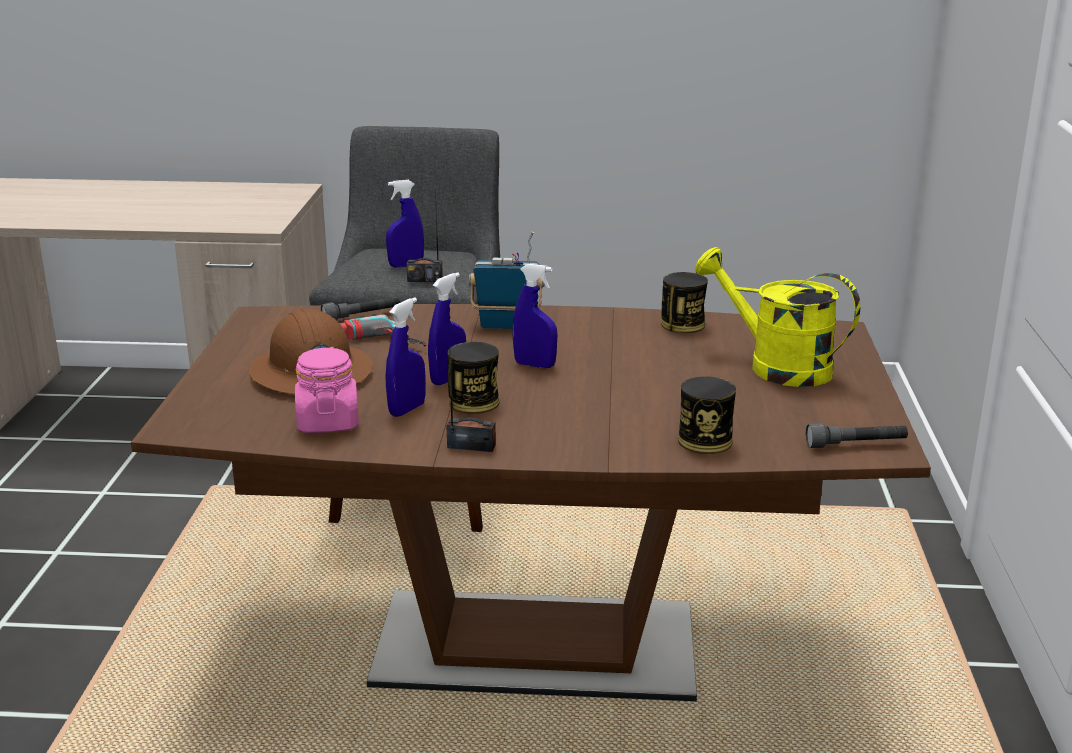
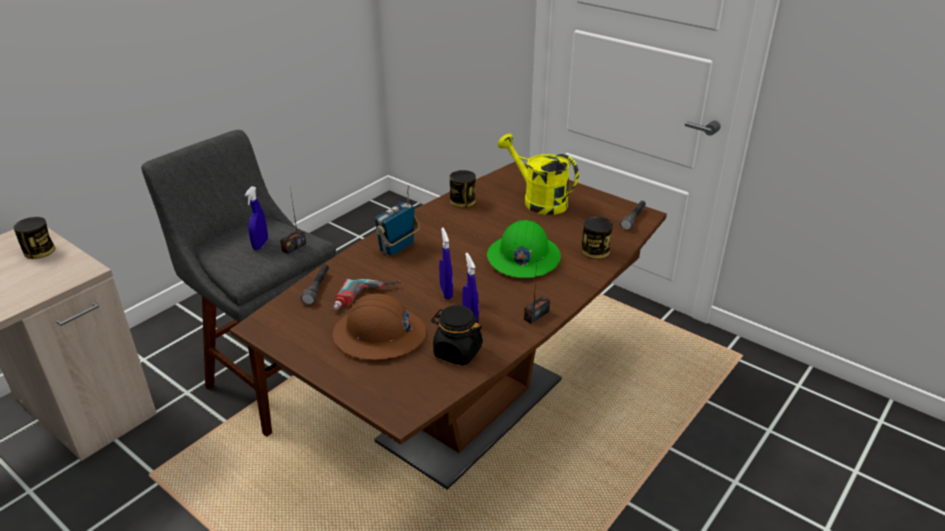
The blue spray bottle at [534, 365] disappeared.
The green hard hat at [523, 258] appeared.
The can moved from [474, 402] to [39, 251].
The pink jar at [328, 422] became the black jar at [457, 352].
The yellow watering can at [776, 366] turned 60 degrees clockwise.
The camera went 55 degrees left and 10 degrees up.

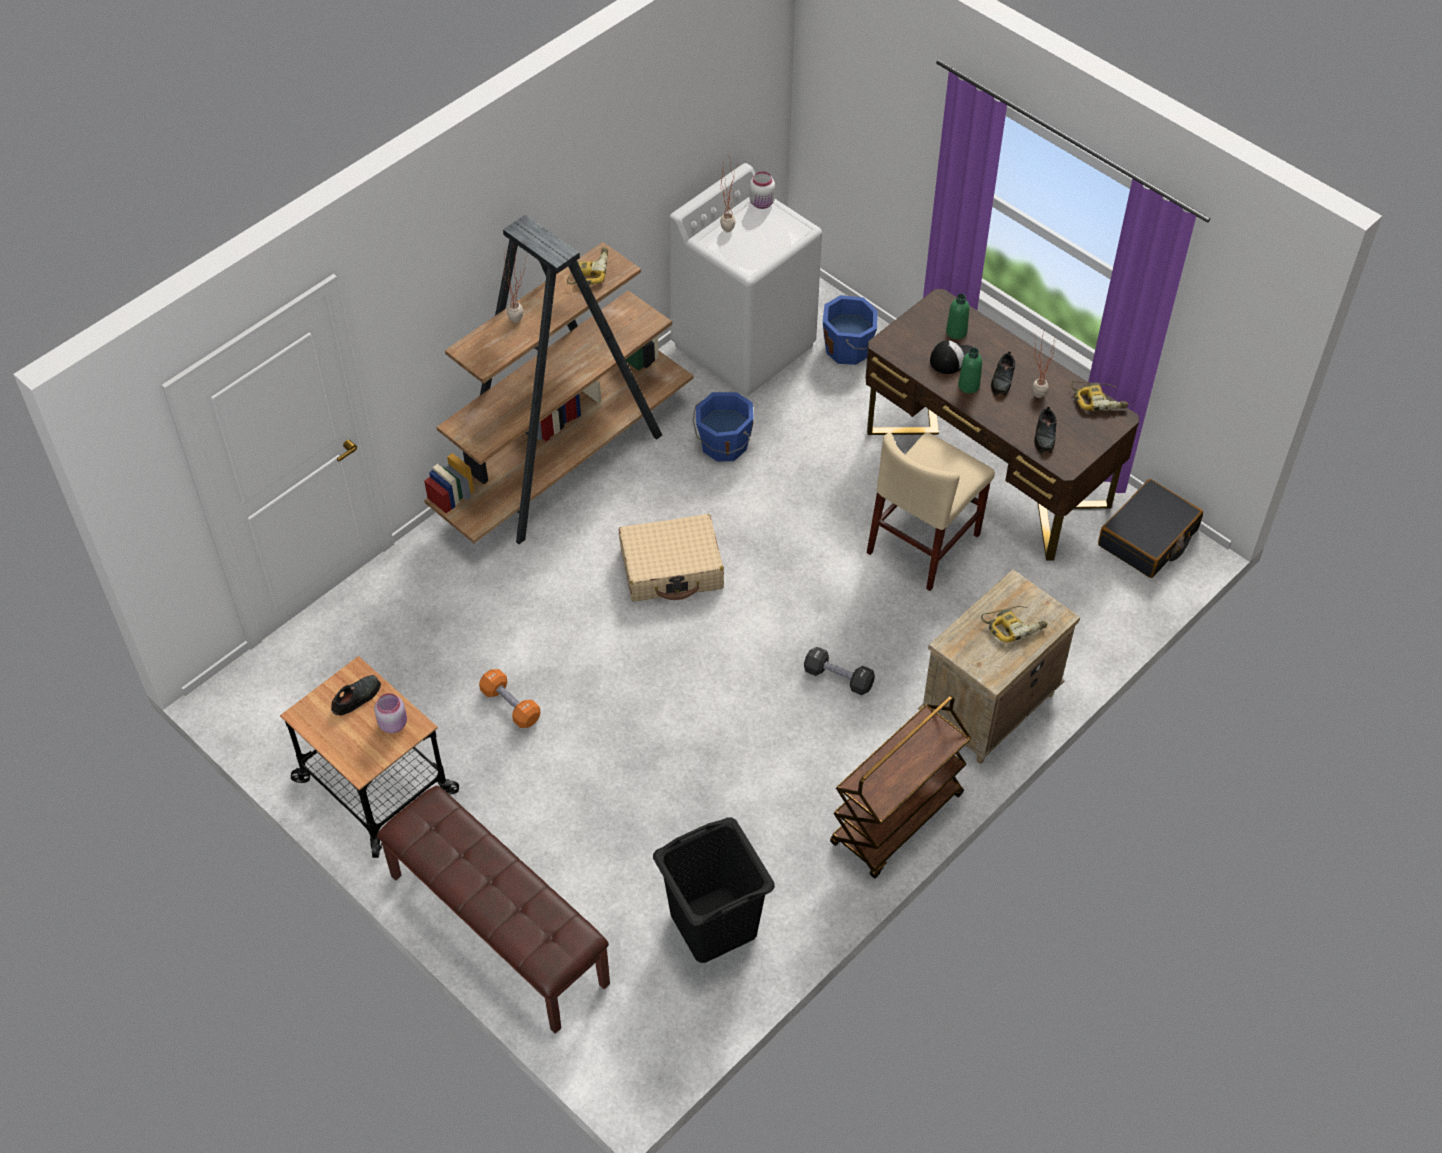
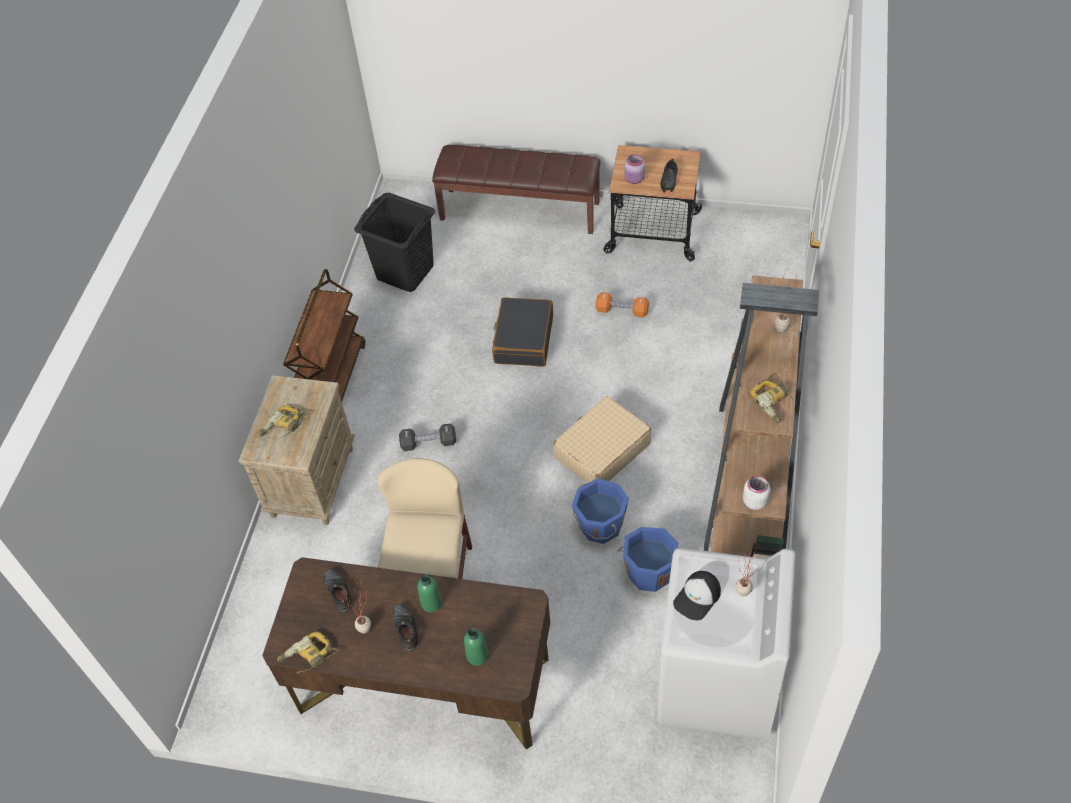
The white jar moved from [762, 203] to [754, 501].
The blue bucket moved from [849, 349] to [599, 525].
The cap moved from [954, 359] to [697, 597].
The black suitcase moved from [1148, 538] to [523, 339].
The camera went 150 degrees right and 0 degrees up.

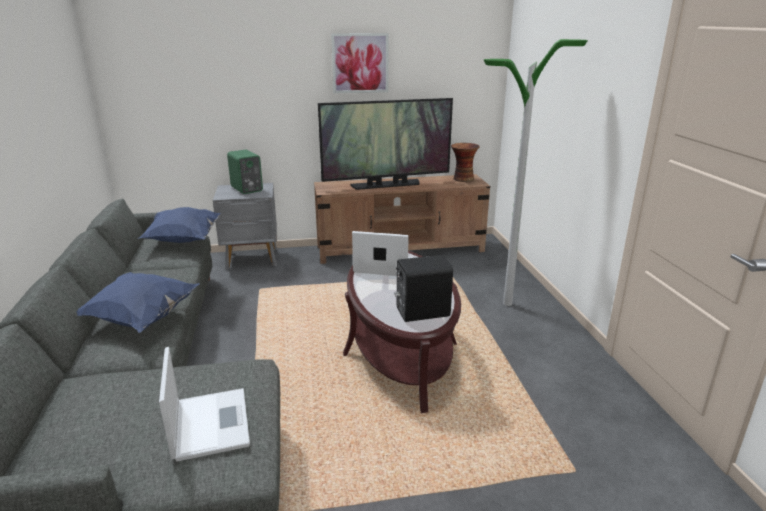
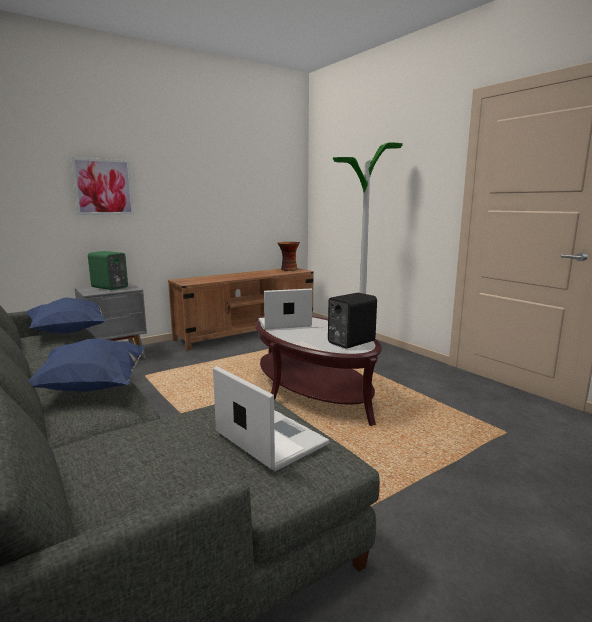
The television at [386, 185] disappeared.
The picture moved from [360, 63] to [103, 187].
The camera went 25 degrees left and 10 degrees down.

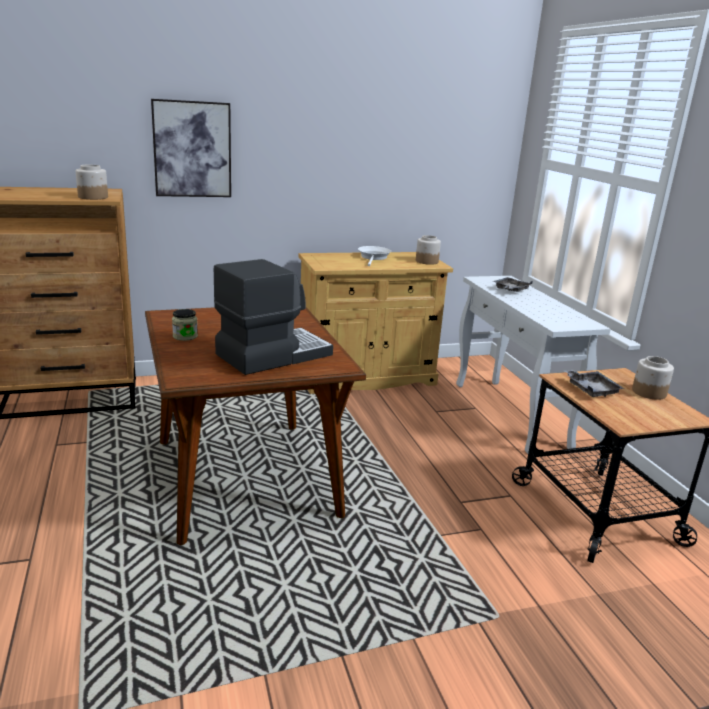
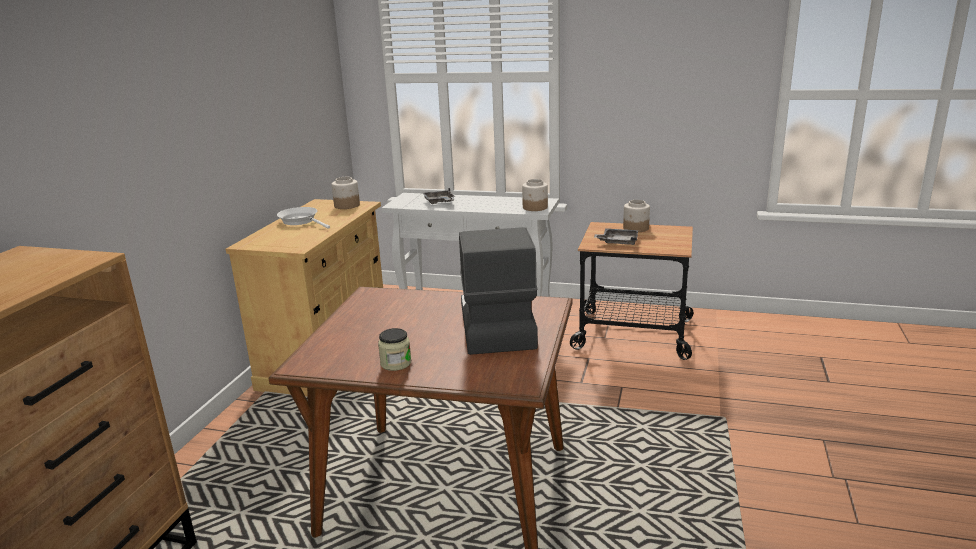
The picture at [192, 149] disappeared.
The jar moved from [92, 197] to [535, 207].
The camera went 55 degrees left and 0 degrees up.

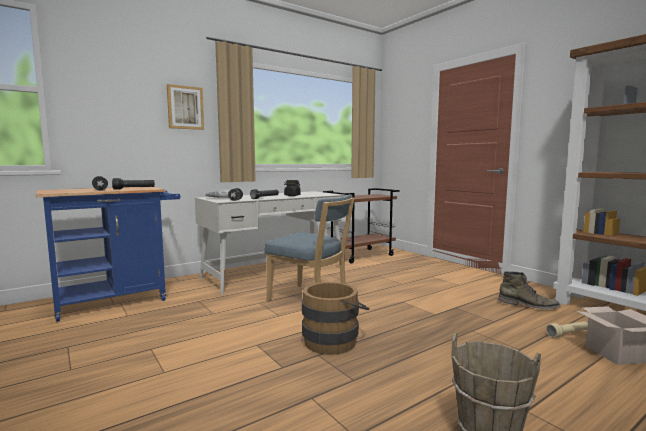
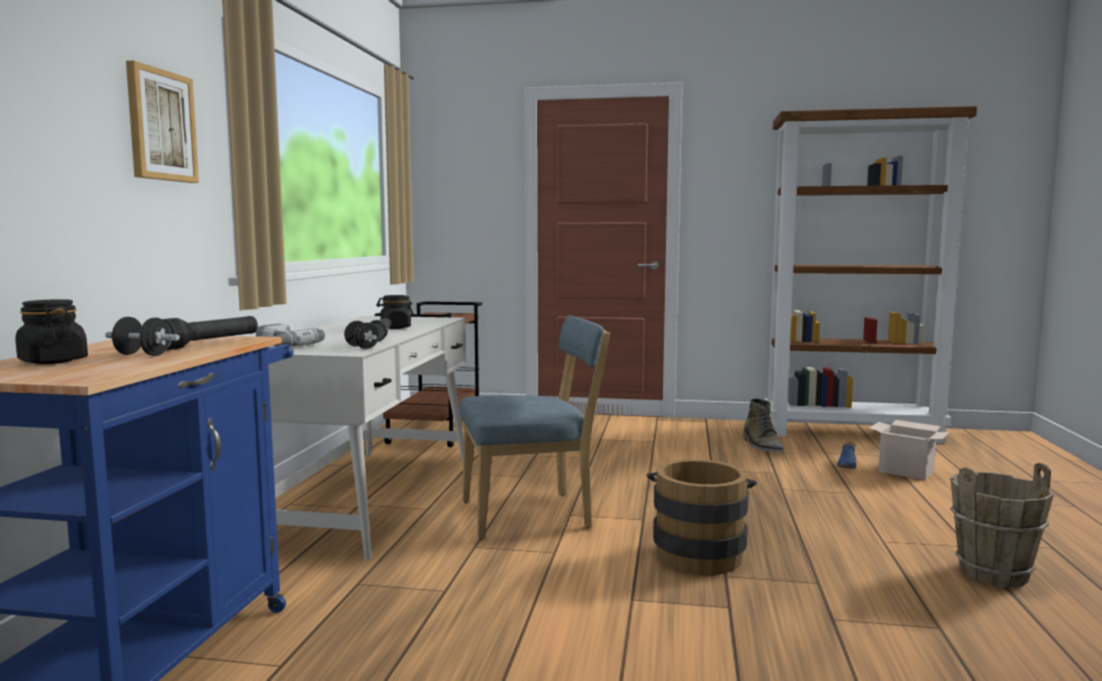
The black jar at [52, 361] appeared.
The beige flashlight at [568, 334] was replaced by the blue shoe at [847, 465].
The green boot at [528, 305] turned 105 degrees clockwise.
The camera went 45 degrees left and 0 degrees up.

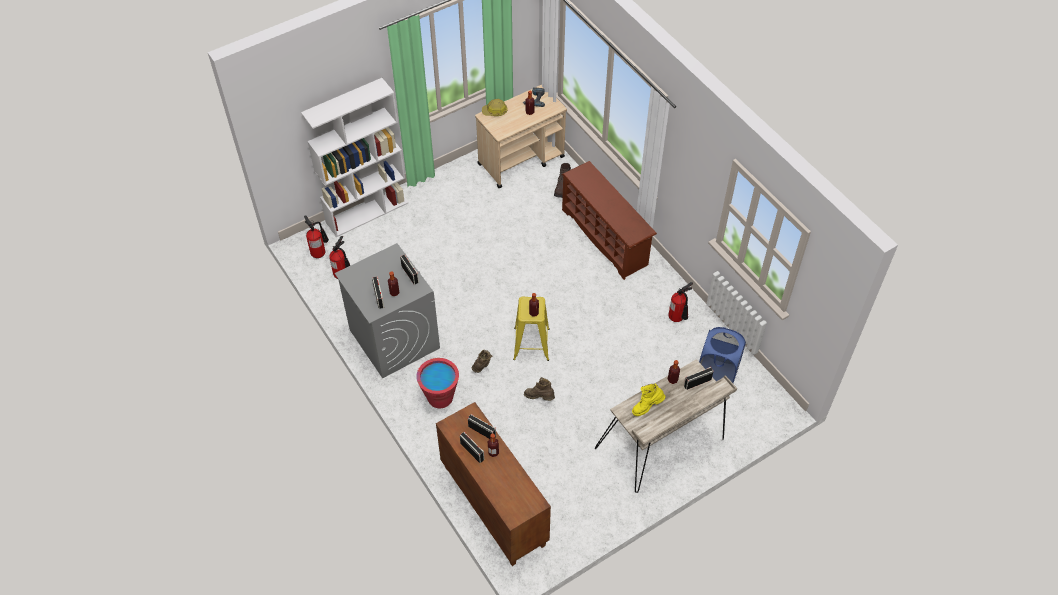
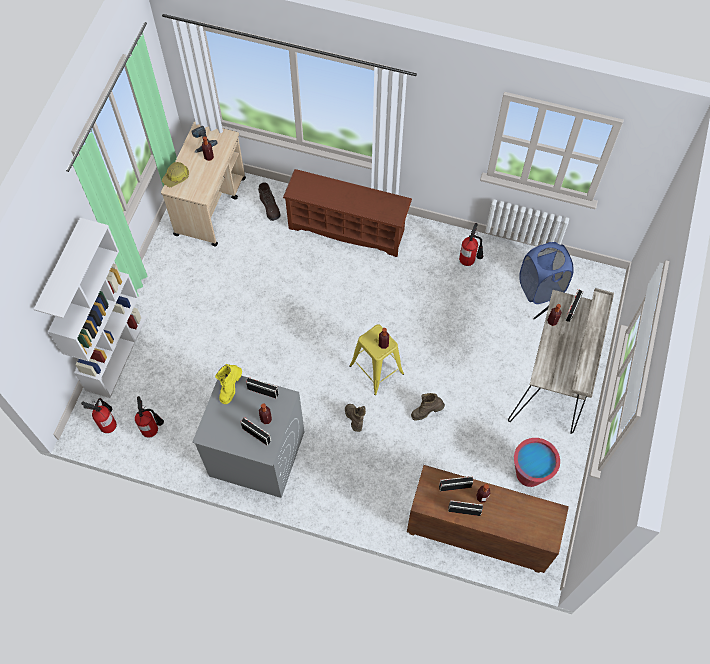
The red bucket moved from [440, 397] to [529, 474].
The yellow boot moved from [647, 407] to [230, 387].
The camera went 40 degrees left and 10 degrees up.

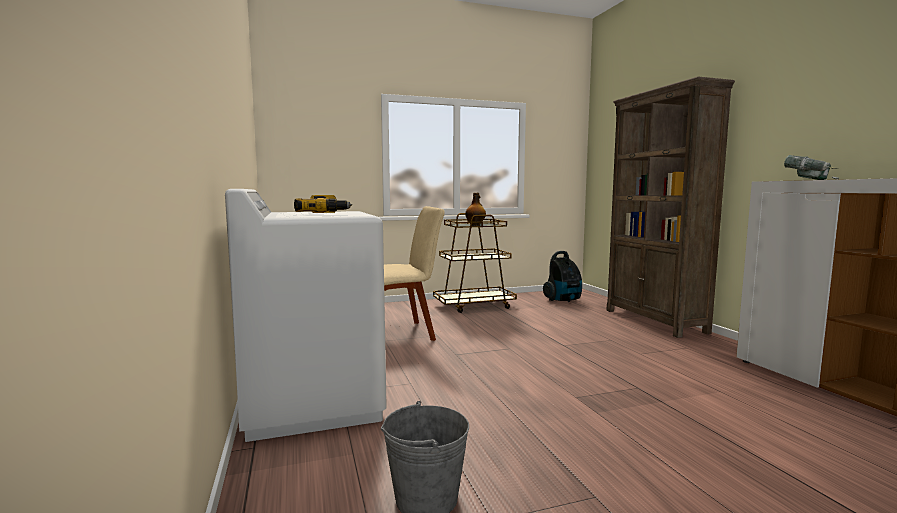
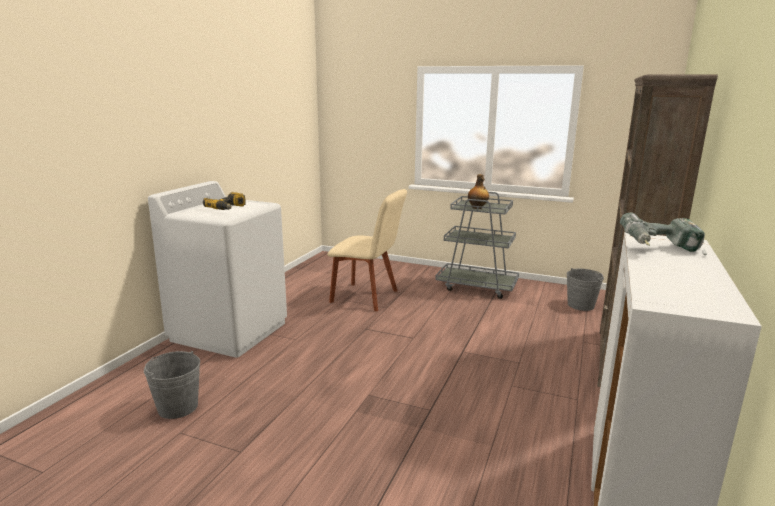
The vacuum cleaner at [563, 300] was replaced by the grey bucket at [581, 305].
The brown cart at [474, 305] became the grey cart at [477, 287].
The camera went 40 degrees right and 10 degrees up.

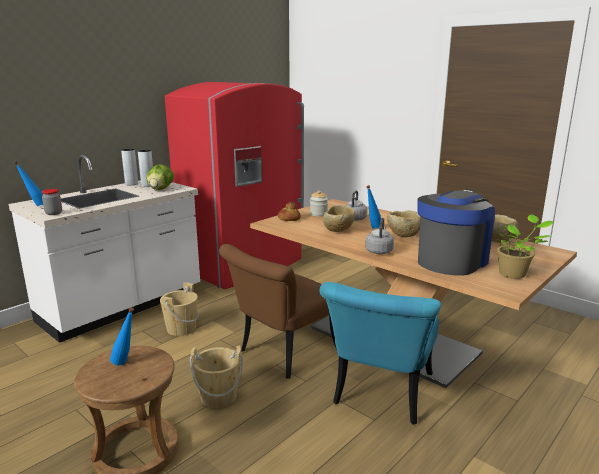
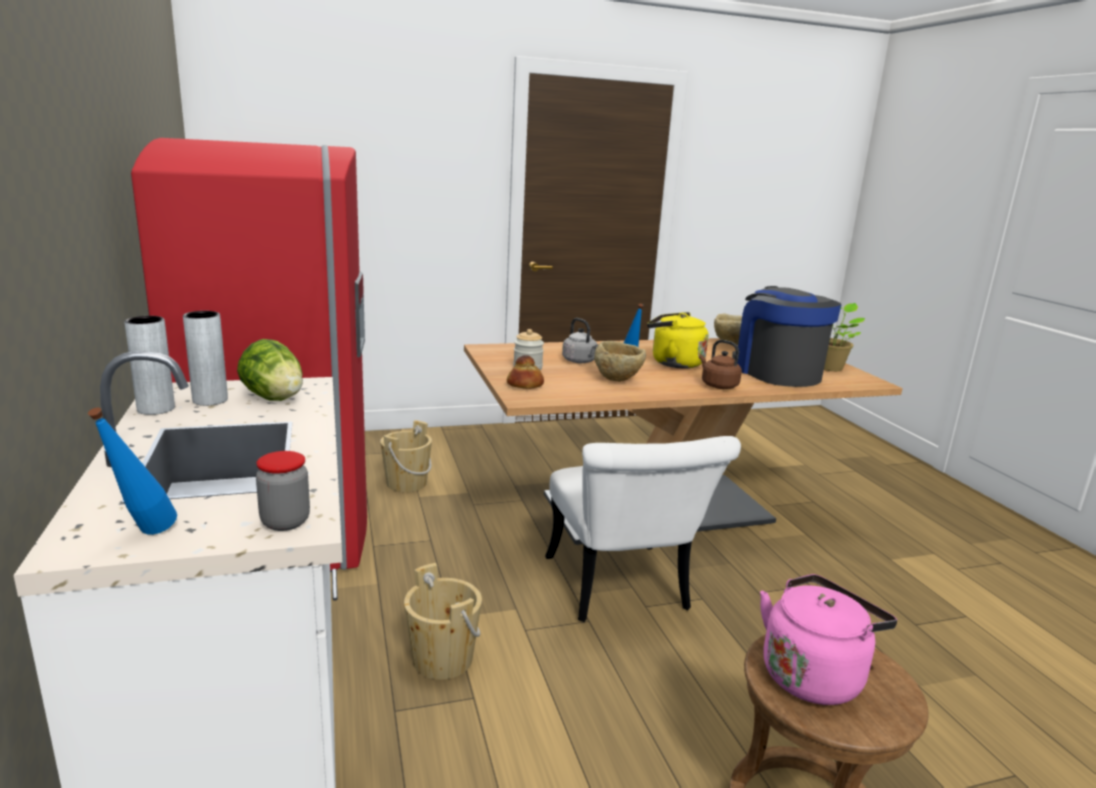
The turquoise chair at [380, 397] disappeared.
The beige bucket moved from [218, 396] to [406, 483].
The blue bottle at [126, 364] was replaced by the pink kettle at [813, 674].
The beige bowl at [403, 235] was replaced by the yellow kettle at [673, 363].
The brown chair at [282, 354] became the white chair at [622, 592].
The grey kettle at [379, 251] became the brown kettle at [717, 385].
The camera went 60 degrees left and 0 degrees up.

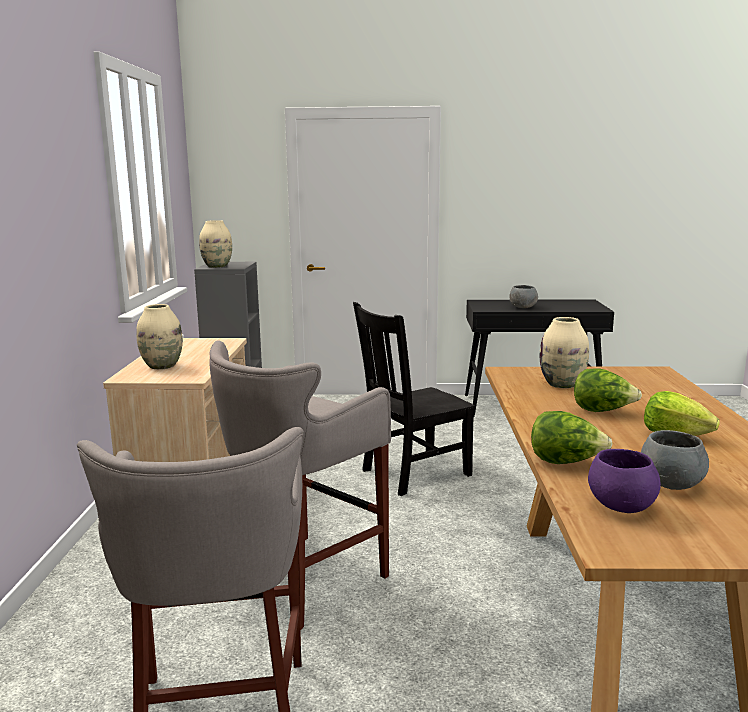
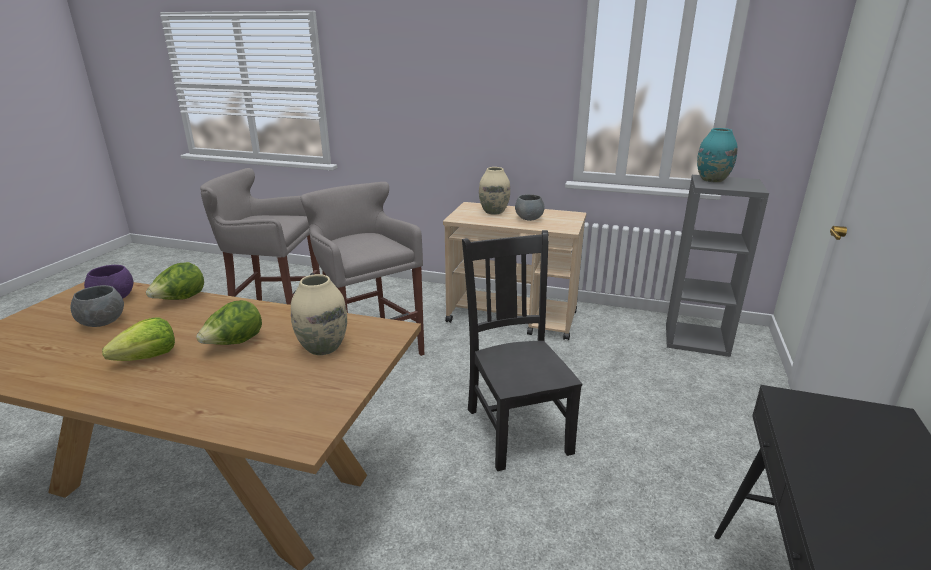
The grey bowl moved from [522, 307] to [529, 219].
The beige vase at [217, 266] became the turquoise vase at [712, 180].
The camera went 105 degrees right and 10 degrees up.

